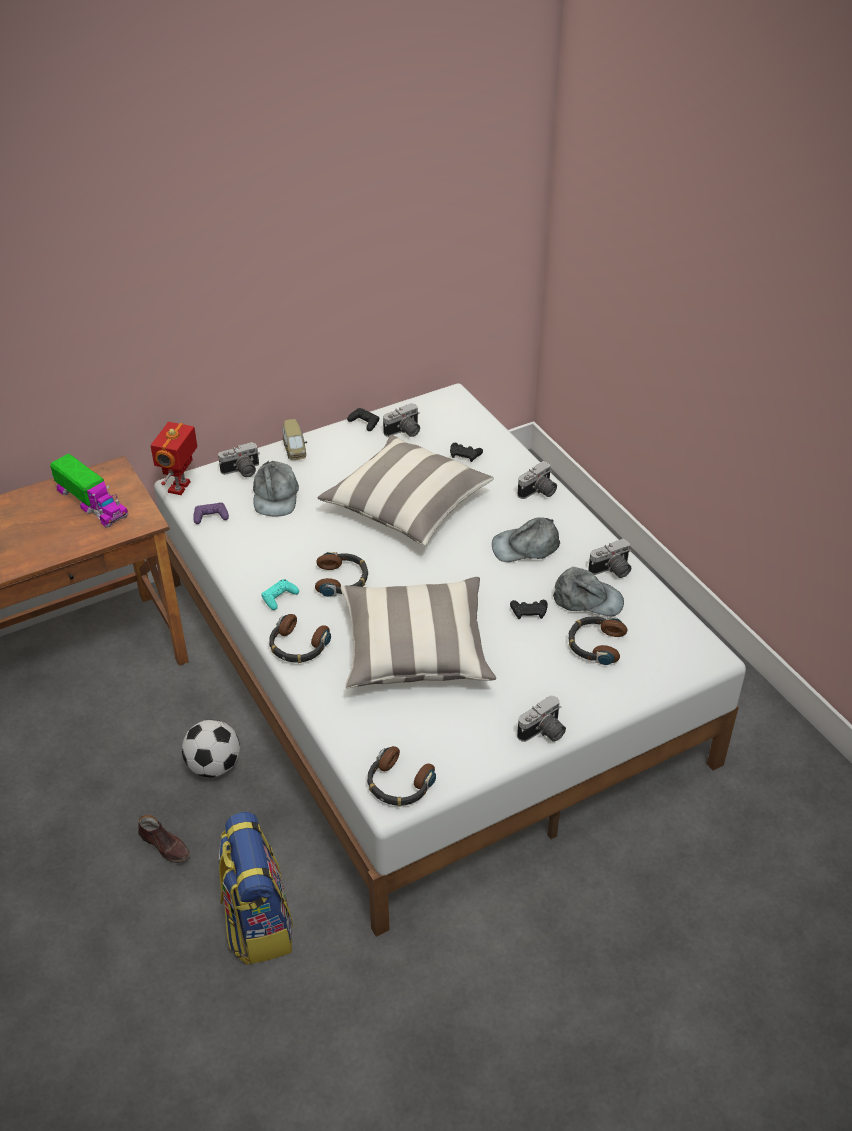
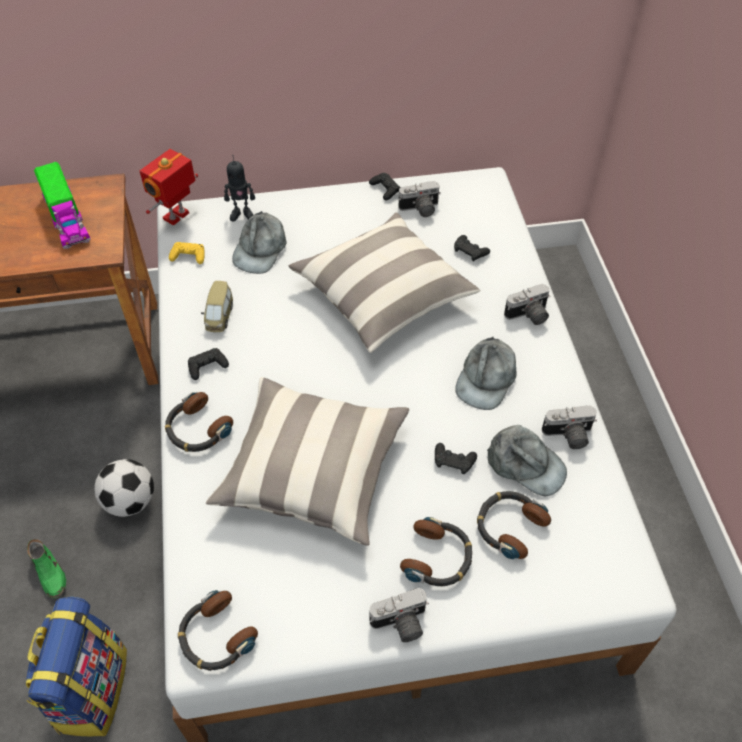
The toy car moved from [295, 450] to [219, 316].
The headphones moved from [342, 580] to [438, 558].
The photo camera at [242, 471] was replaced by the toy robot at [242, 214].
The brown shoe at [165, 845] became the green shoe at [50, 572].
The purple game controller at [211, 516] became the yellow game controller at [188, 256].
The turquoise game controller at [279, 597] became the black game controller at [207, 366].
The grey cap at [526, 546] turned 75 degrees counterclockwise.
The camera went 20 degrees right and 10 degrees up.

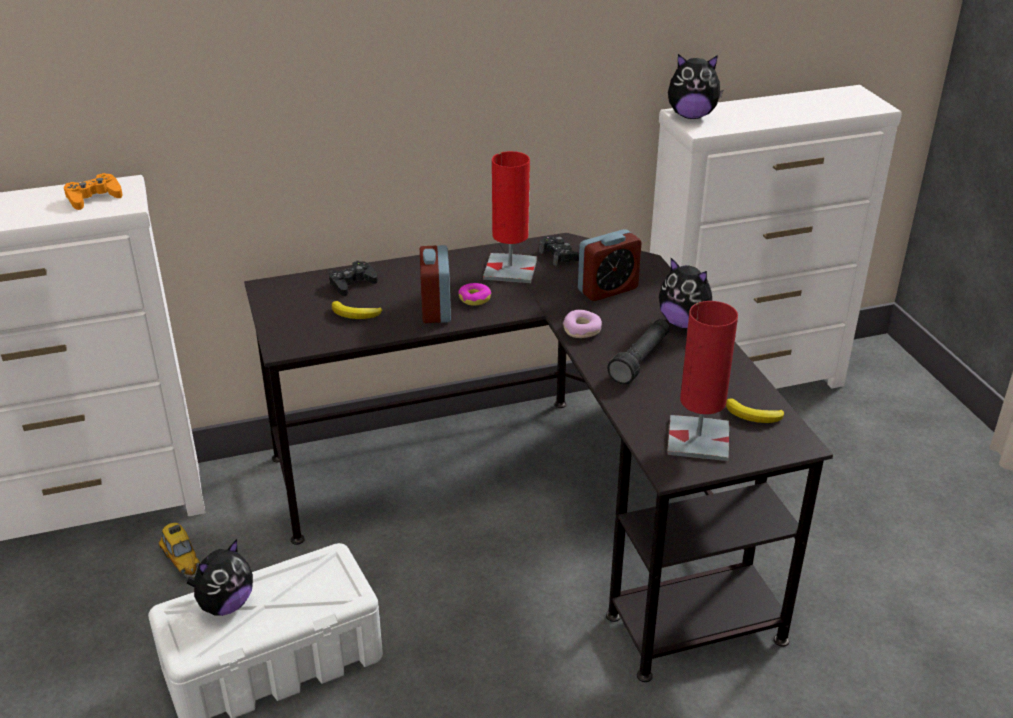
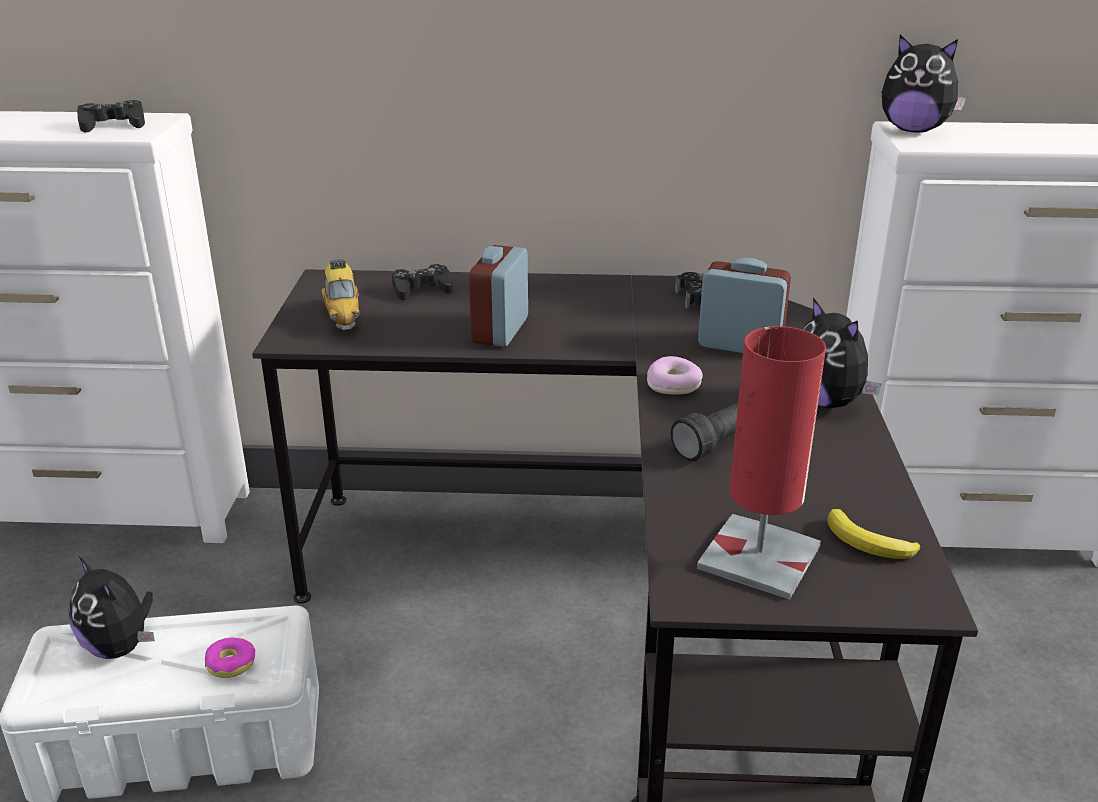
The banana at [356, 314] disappeared.
The red table lamp at [510, 269] disappeared.
The toy car moved from [181, 561] to [343, 318].
The donut moved from [475, 299] to [231, 664].
The orange game controller at [93, 197] became the black game controller at [113, 125].
The plush toy at [225, 604] turned 75 degrees clockwise.
The alarm clock at [607, 289] turned 150 degrees counterclockwise.
The camera went 20 degrees right and 5 degrees down.

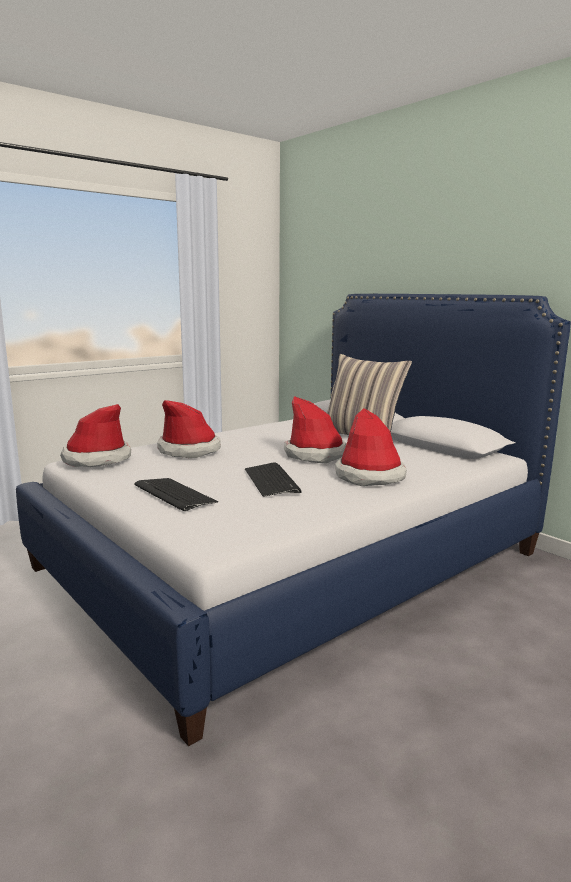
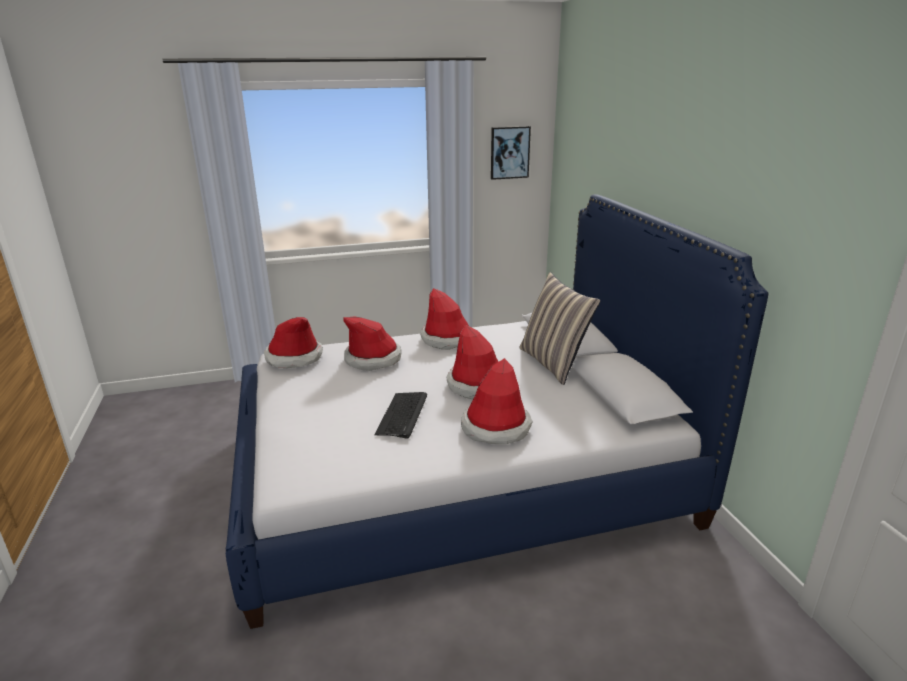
The keyboard at [174, 494] disappeared.
The hat at [447, 339] appeared.
The picture at [509, 152] appeared.
The camera went 25 degrees right and 10 degrees up.

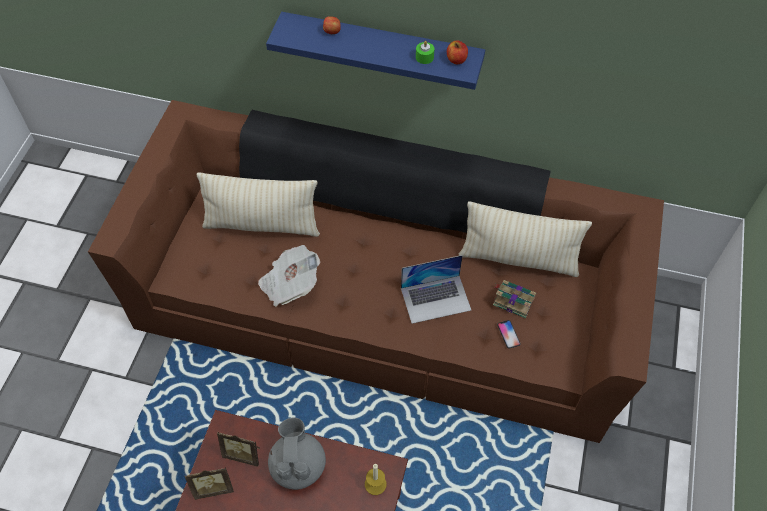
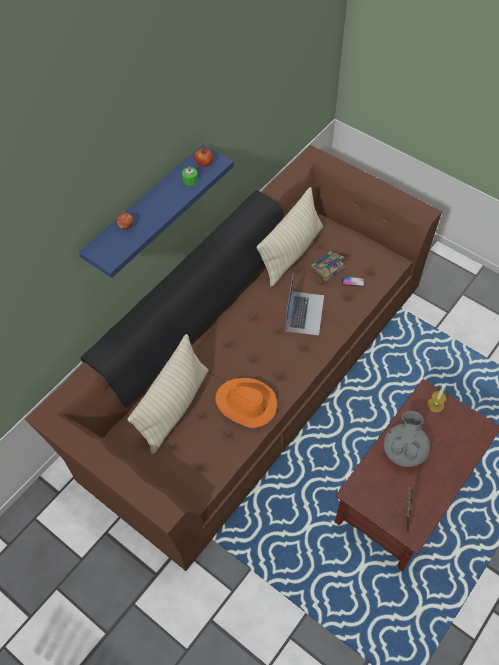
The picture frame at [243, 454] disappeared.
The newspaper at [290, 284] was replaced by the orange hat at [246, 404].
The grey teapot at [298, 465] turned 90 degrees clockwise.
The camera went 65 degrees left and 0 degrees up.

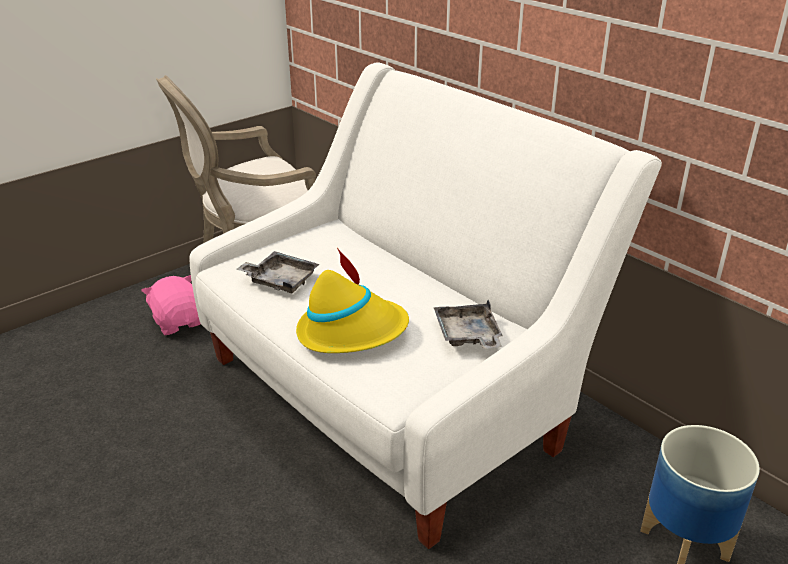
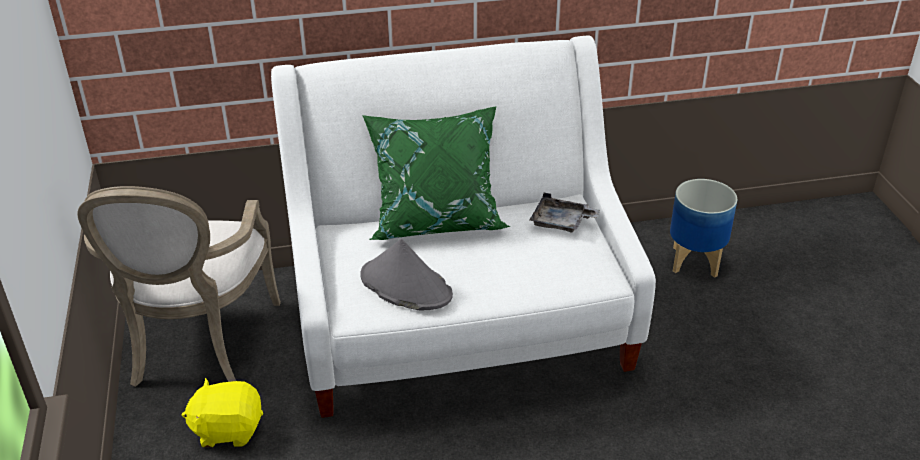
The yellow hat at [352, 331] disappeared.
The green pillow at [436, 218] appeared.
The grey tray at [280, 280] was replaced by the grey hat at [405, 286].
The pink plush toy at [179, 322] became the yellow plush toy at [228, 429].
The camera went 60 degrees left and 5 degrees up.

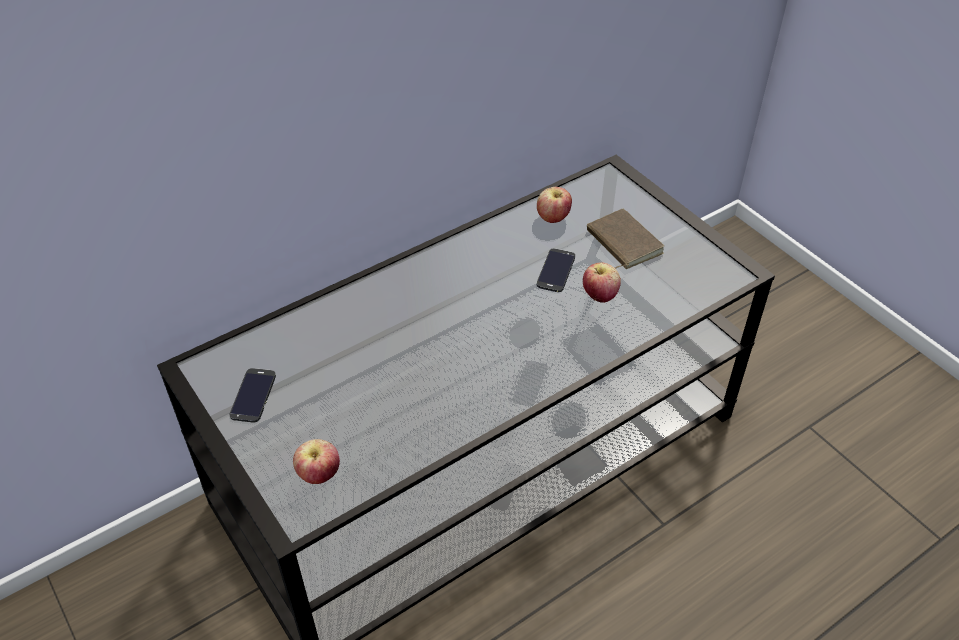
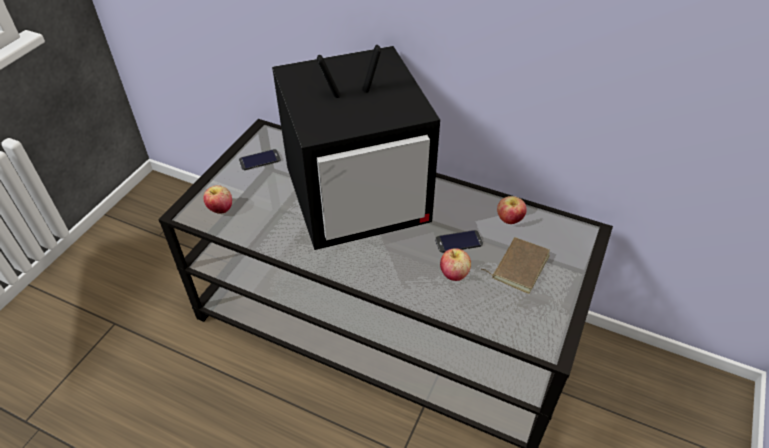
The television at [359, 200] appeared.
The camera went 60 degrees right and 0 degrees up.

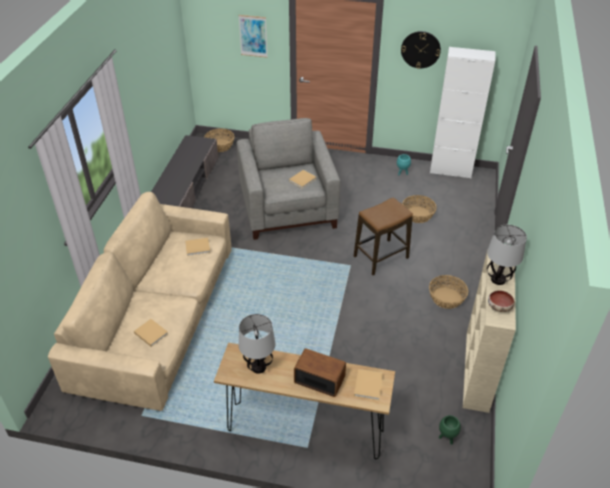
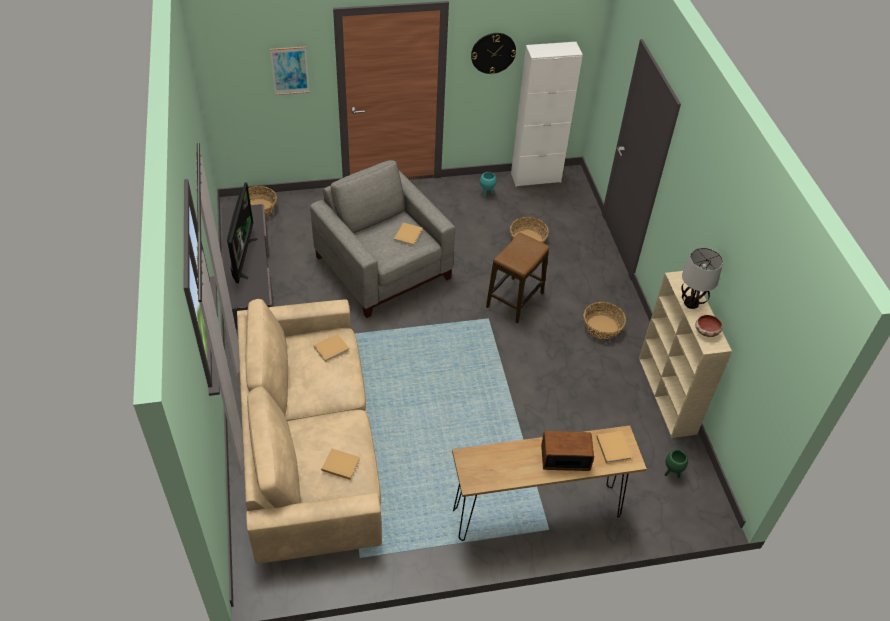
The table lamp at [258, 367] disappeared.
The television at [242, 258] appeared.
The camera went 25 degrees left and 5 degrees up.

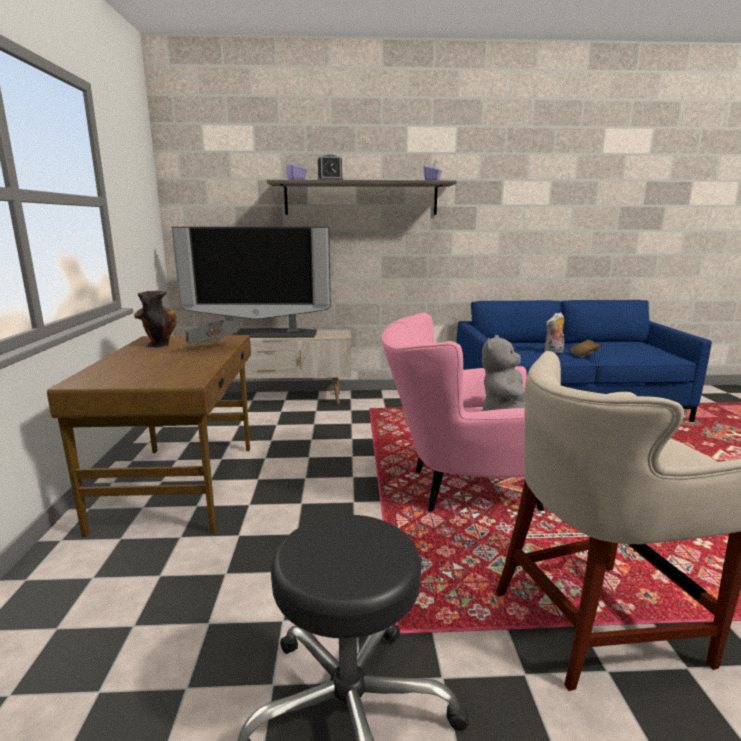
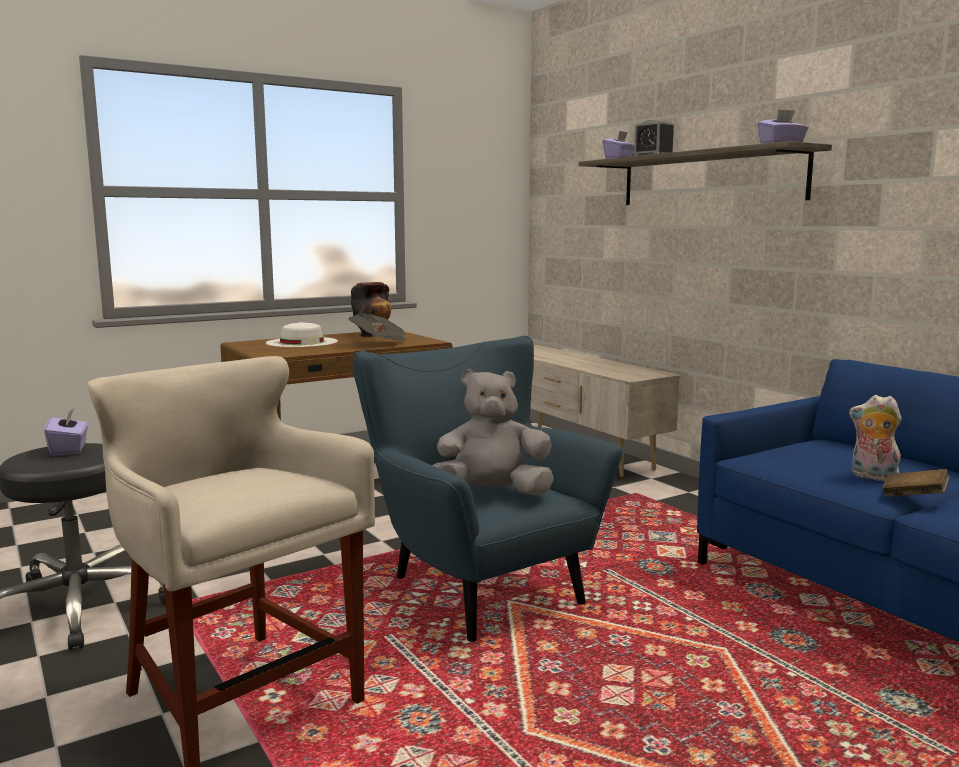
The television at [260, 333] disappeared.
The purple tissue box at [69, 449] appeared.
The white hat at [302, 342] appeared.
The pink armchair at [463, 489] became the blue armchair at [475, 586].
The camera went 60 degrees right and 5 degrees down.

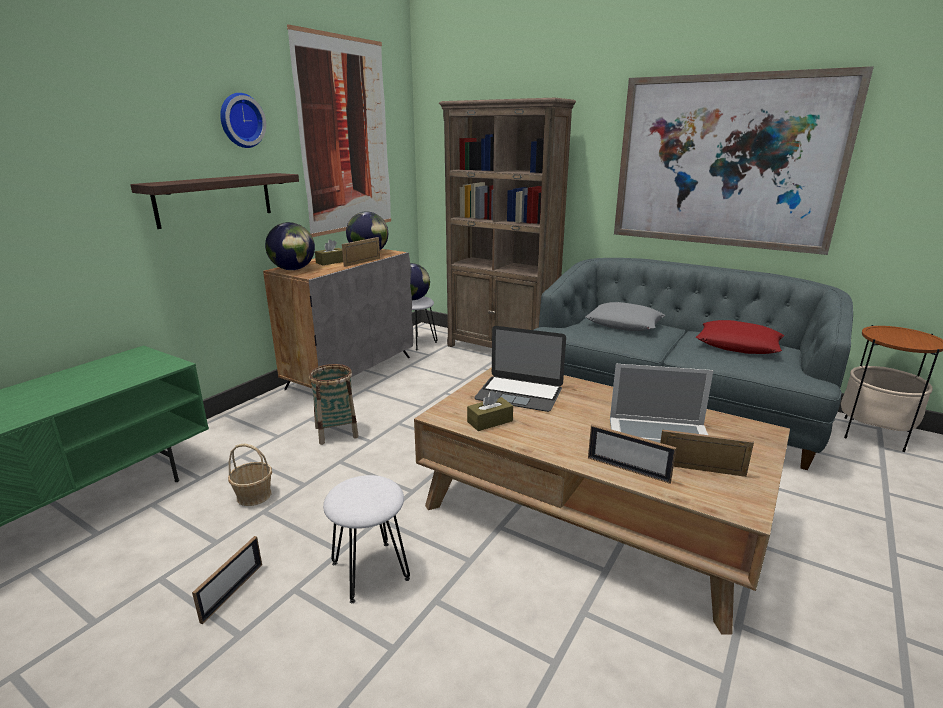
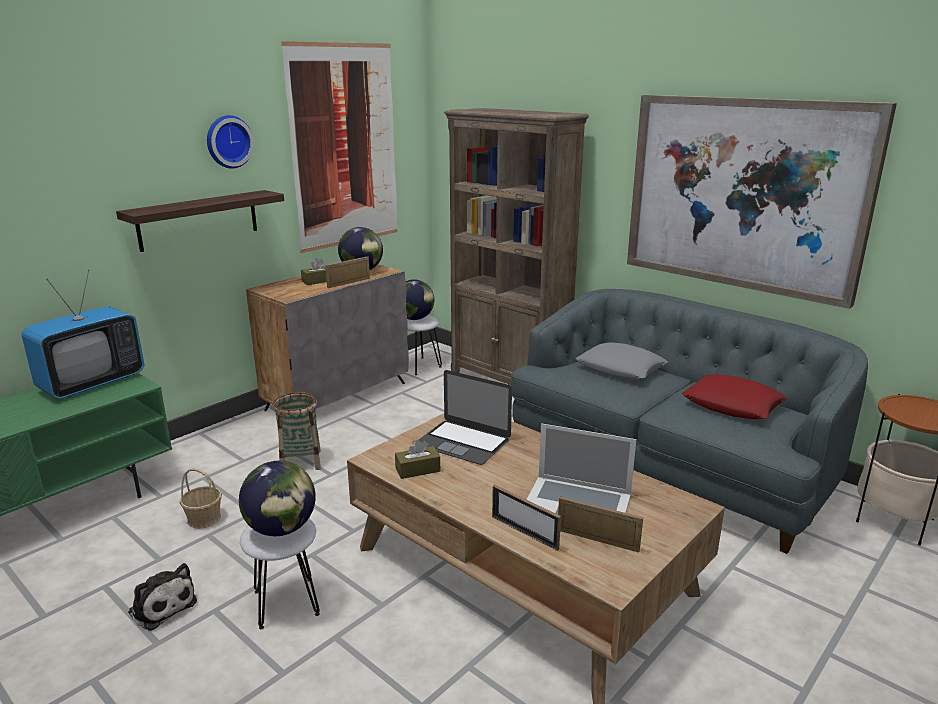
The television at [92, 383] appeared.
The globe moved from [293, 269] to [281, 529].
The picture frame at [232, 592] was replaced by the plush toy at [161, 606].
The camera went 10 degrees right and 0 degrees up.

